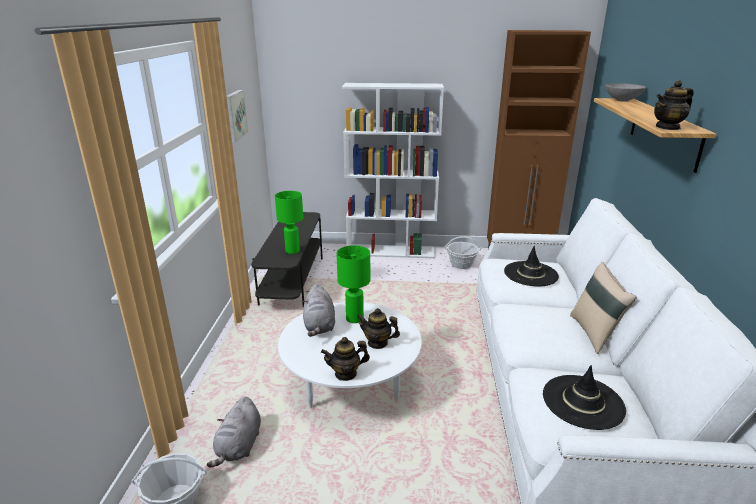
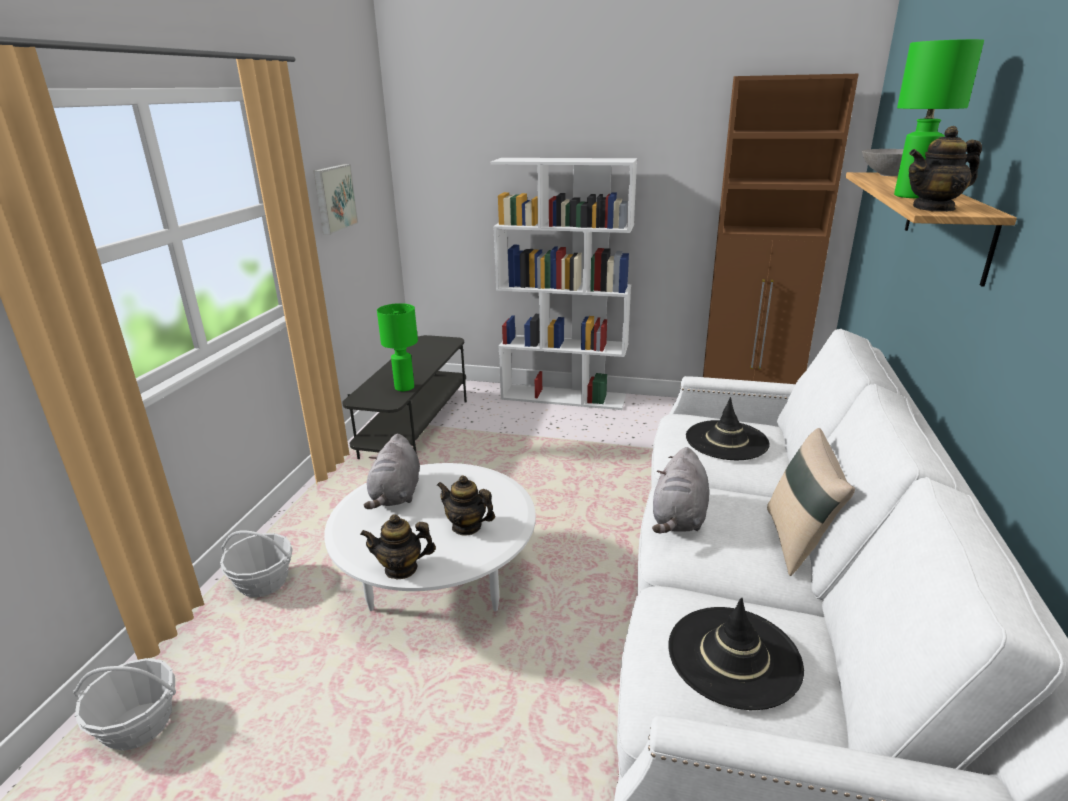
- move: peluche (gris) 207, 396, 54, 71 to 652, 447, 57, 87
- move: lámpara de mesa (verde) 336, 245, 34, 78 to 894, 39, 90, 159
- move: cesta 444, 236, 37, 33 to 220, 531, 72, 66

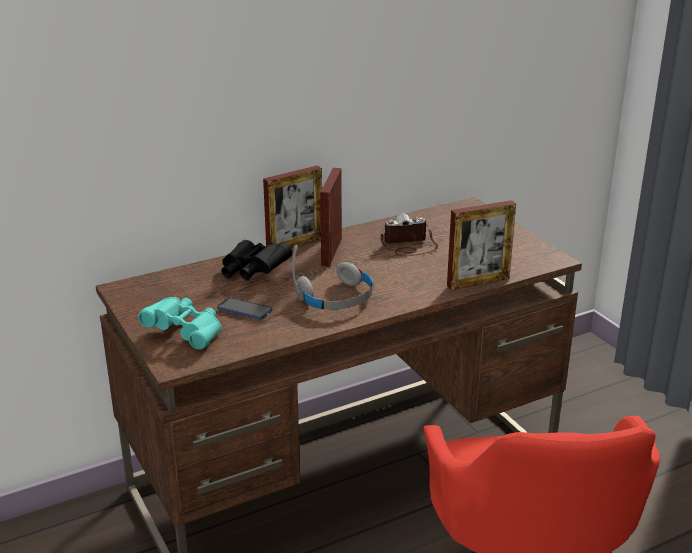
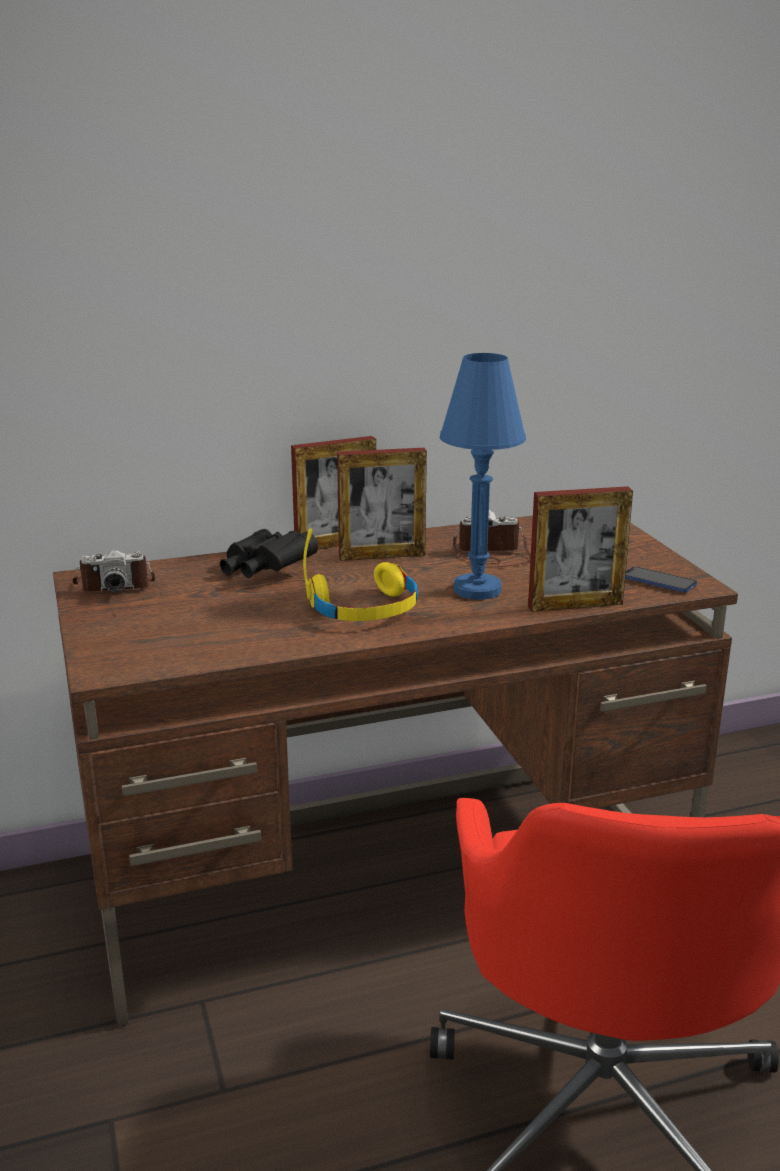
- delete: prismáticos (turquesa) 138, 297, 83, 53
- move: móvil 217, 297, 56, 23 to 625, 567, 72, 25
- recolor: auriculares (gris) 292, 245, 81, 65 to auriculares (amarillo) 303, 529, 115, 92
- rotate: portarretratos 320, 168, 22, 99 = 337, 448, 90, 113 120 degrees counterclockwise
- insert: cámara 72, 550, 83, 42
- insert: lámpara de mesa (azul) 440, 353, 86, 247

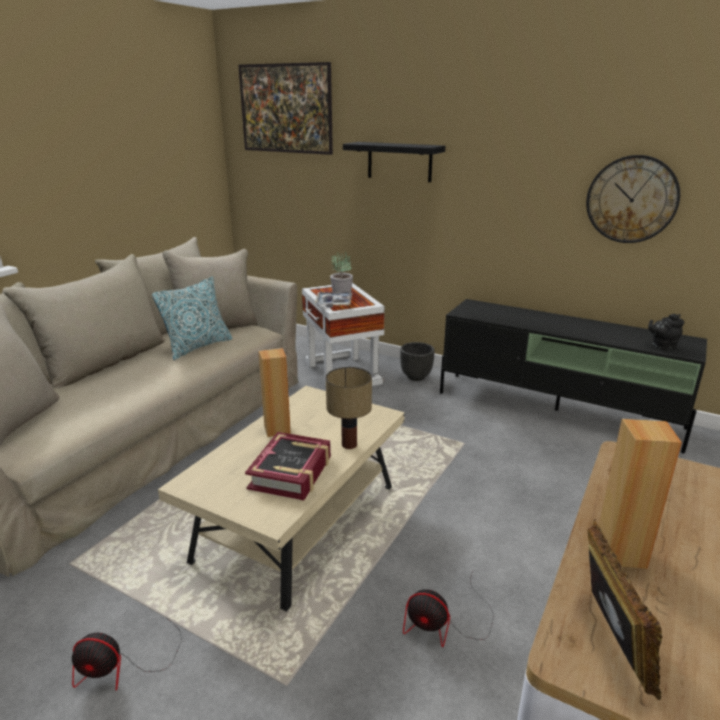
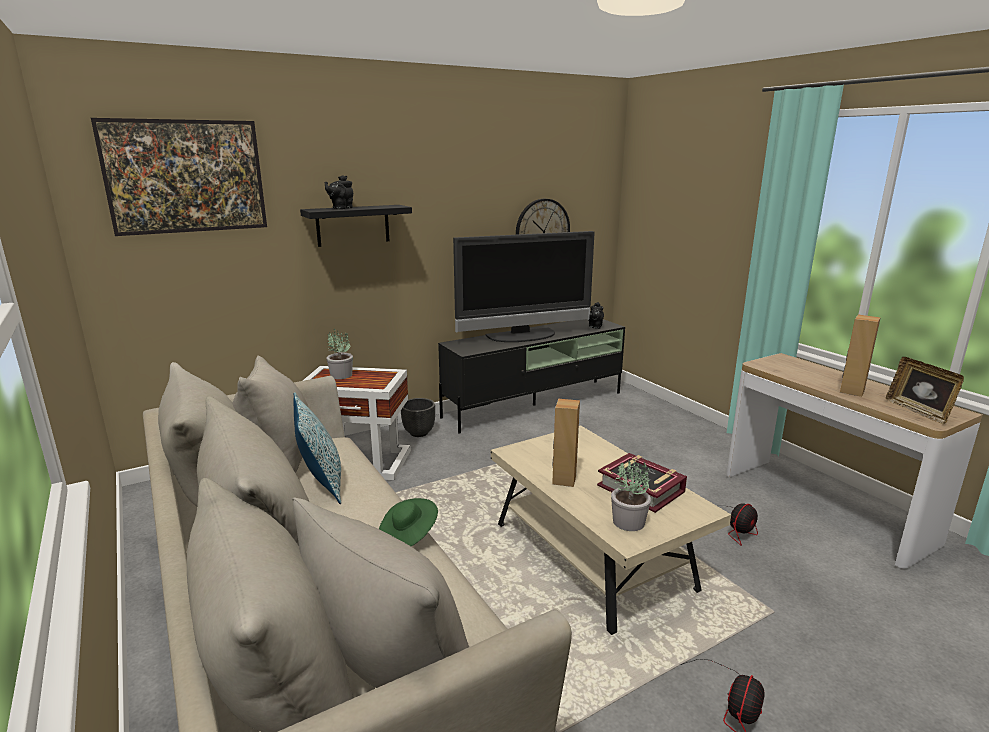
- delete: bandeja 314, 292, 38, 16
- delete: lámpara de mesa 326, 367, 46, 82
- rotate: portarretratos 587, 519, 75, 181 = 886, 357, 78, 67 135 degrees counterclockwise
- insert: tetera (negro) 325, 175, 28, 34
- insert: sombrero (verde) 379, 498, 59, 48
- insert: televisor 453, 231, 142, 111
- insert: planta en maceta 611, 459, 40, 72

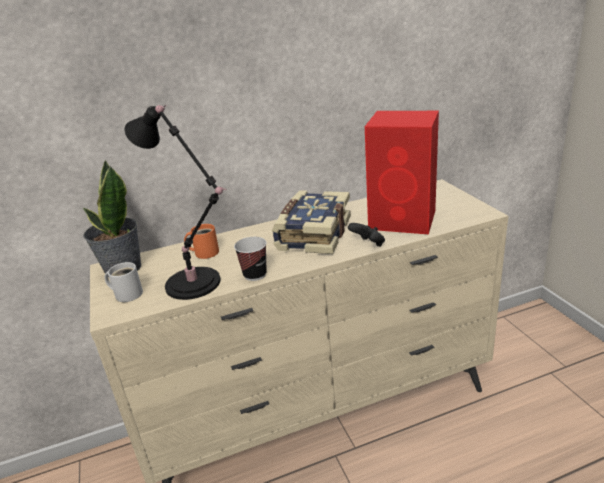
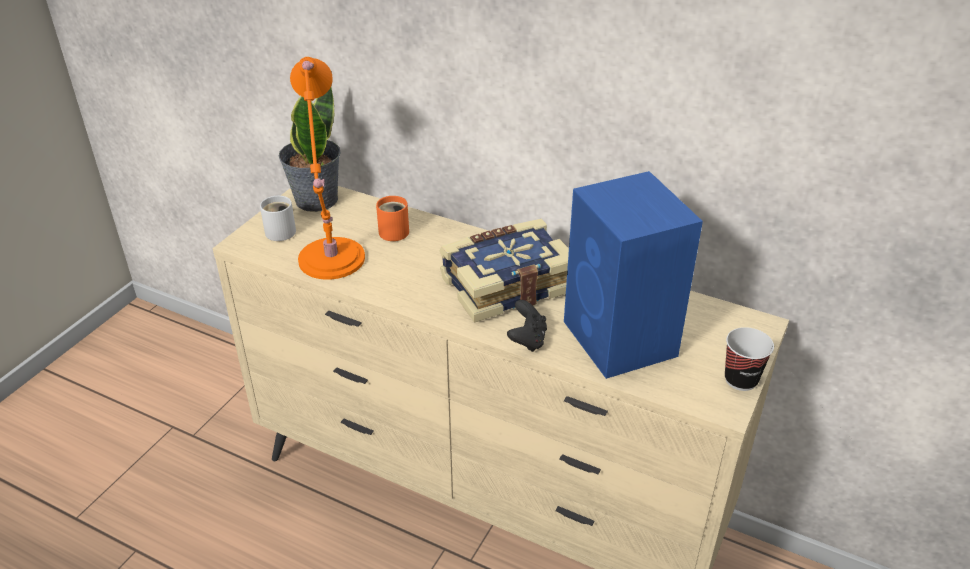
- recolor: lámpara de mesa (negro) 124, 105, 103, 195 to lámpara de mesa (naranja) 290, 57, 75, 223
- move: taza 234, 237, 33, 44 to 725, 327, 49, 64
- recolor: altavoz (rojo) 365, 111, 74, 123 to altavoz (azul) 564, 171, 139, 208

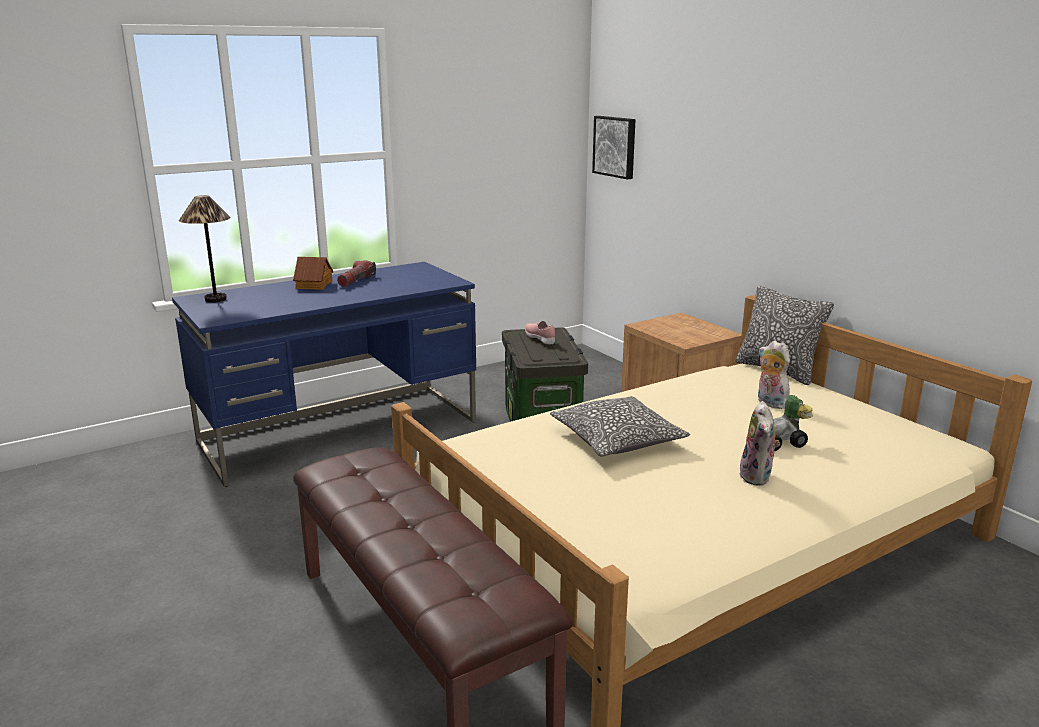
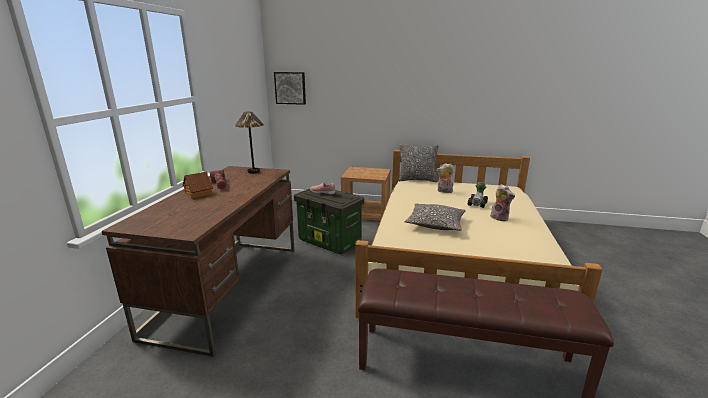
- recolor: escritorio (azul) 172, 262, 304, 225 to escritorio (marrón) 102, 166, 193, 191
- move: lámpara de mesa 179, 195, 52, 108 to 235, 112, 29, 61

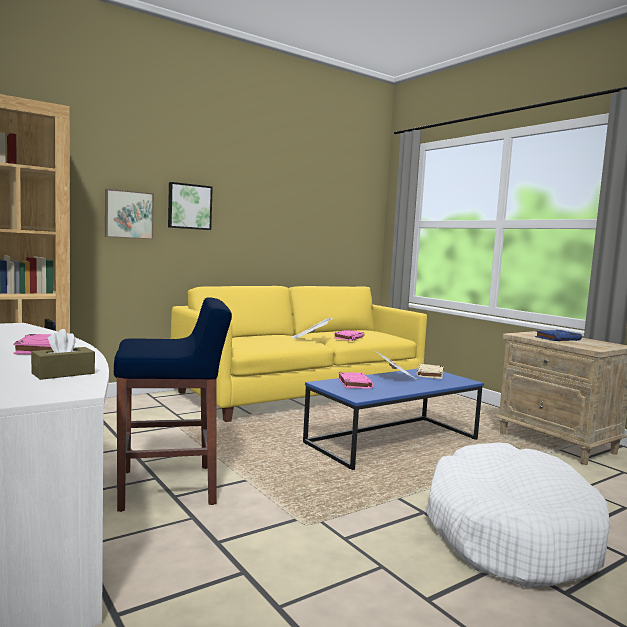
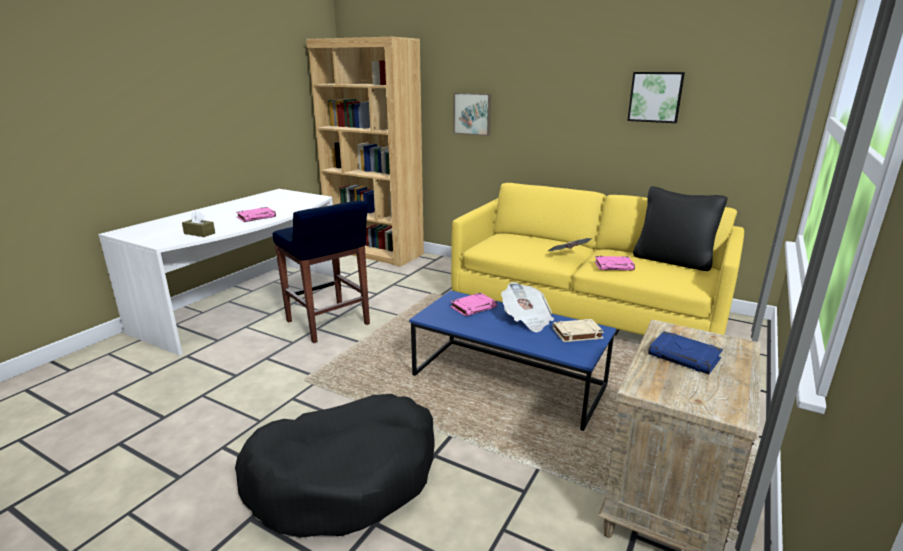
- move: cuadro 168, 182, 45, 48 to 627, 72, 58, 51
- recolor: cama para perro (blanco) 426, 442, 184, 145 to cama para perro (negro) 235, 394, 200, 144
- insert: cojín (negro) 633, 186, 94, 85

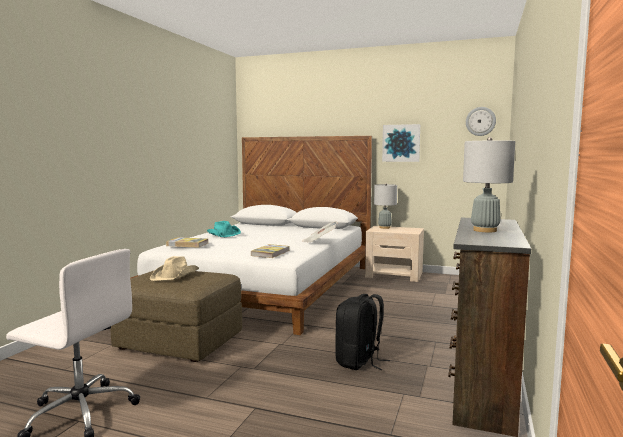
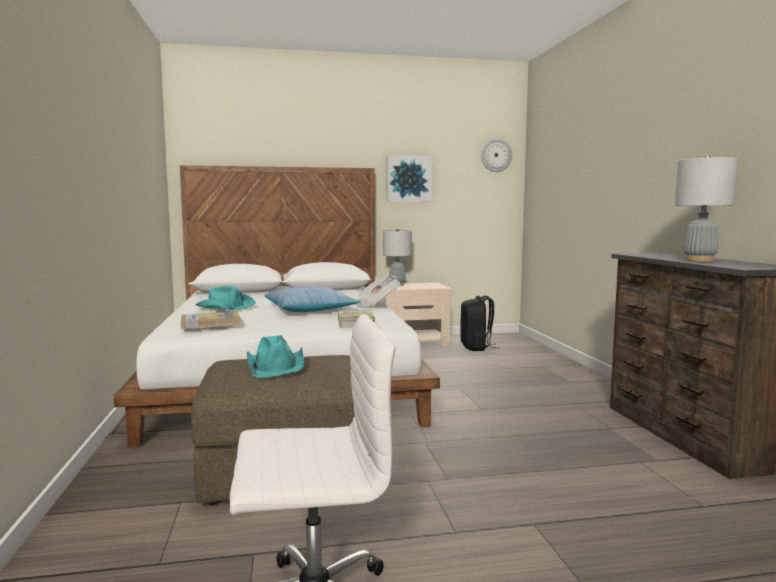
- recolor: sombrero (beis) 150, 256, 49, 25 to sombrero (turquesa) 247, 335, 57, 43
- move: mochila (negro) 335, 294, 55, 76 to 460, 296, 39, 55
- insert: cojín 264, 286, 97, 26

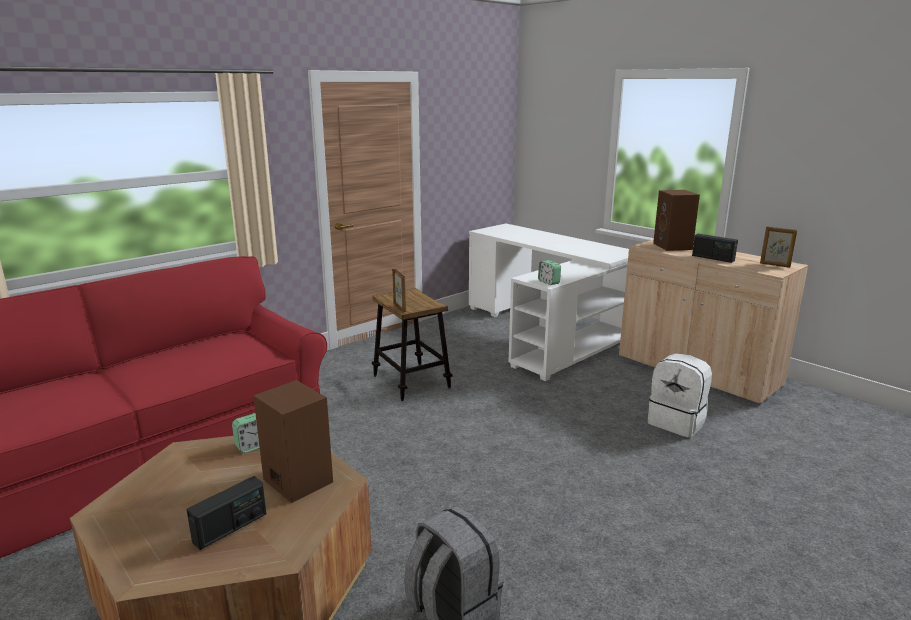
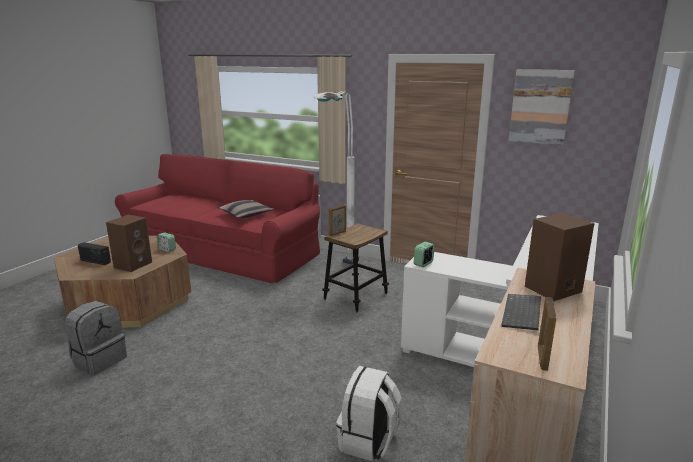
- replace: radio 692, 234, 46, 29 to teclado 501, 294, 40, 36
- insert: cojín 218, 200, 56, 18
- insert: lámpara de pie (blanco) 313, 91, 46, 174
- insert: cuadro 509, 69, 66, 76

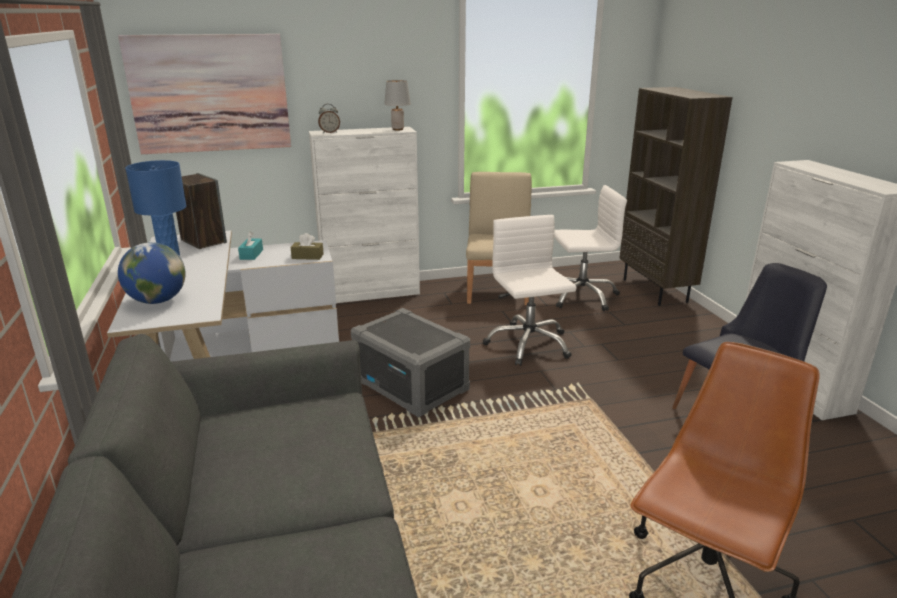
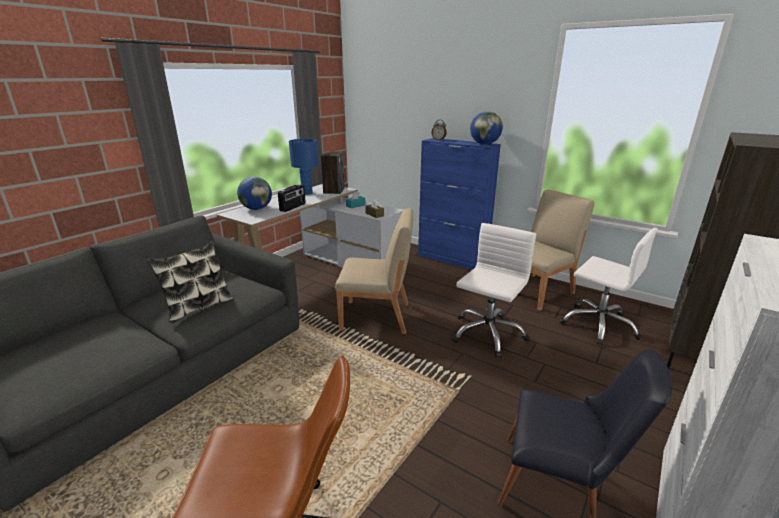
- delete: cuadro 118, 34, 173, 120
- recolor: armario (blanco) 309, 127, 111, 176 to armario (azul) 418, 138, 83, 132
- replace: caja de almacenaje (gris) 351, 308, 119, 109 to silla (beis) 335, 208, 78, 126
- replace: lámpara de mesa (gris) 384, 80, 27, 50 to globo terráqueo 470, 111, 33, 34
- insert: cojín 147, 241, 86, 83
- insert: radio 278, 184, 28, 28

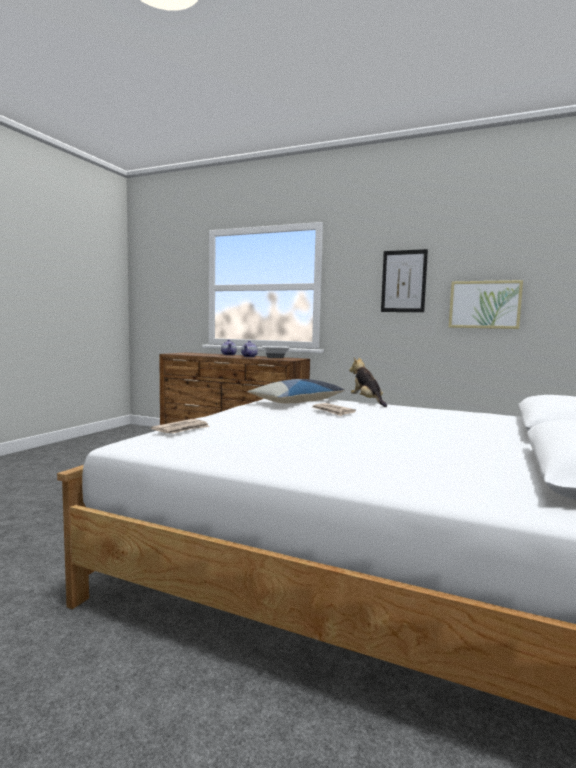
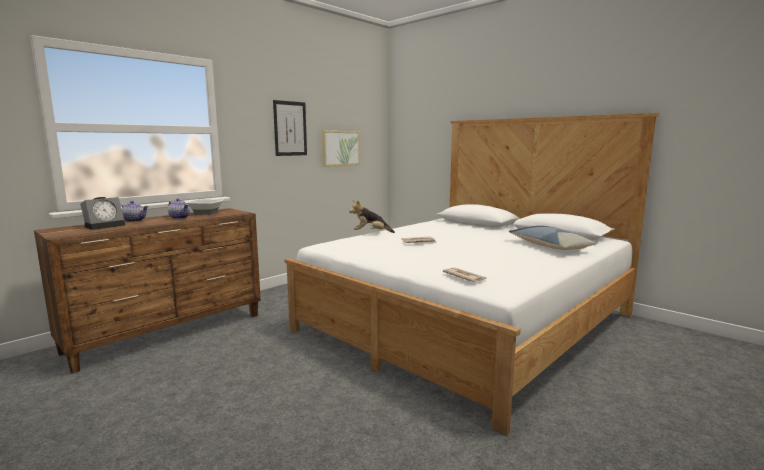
- move: cojín 247, 379, 98, 24 to 509, 226, 88, 24
- insert: despertador 80, 197, 45, 33

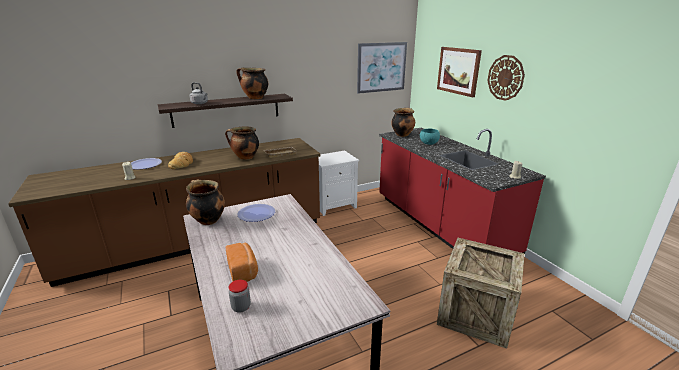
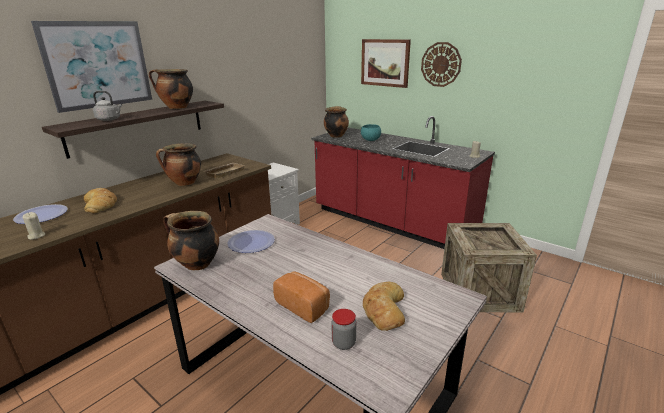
- move: cuadro 357, 42, 50, 52 to 31, 21, 121, 92
- insert: pan 363, 282, 42, 49

